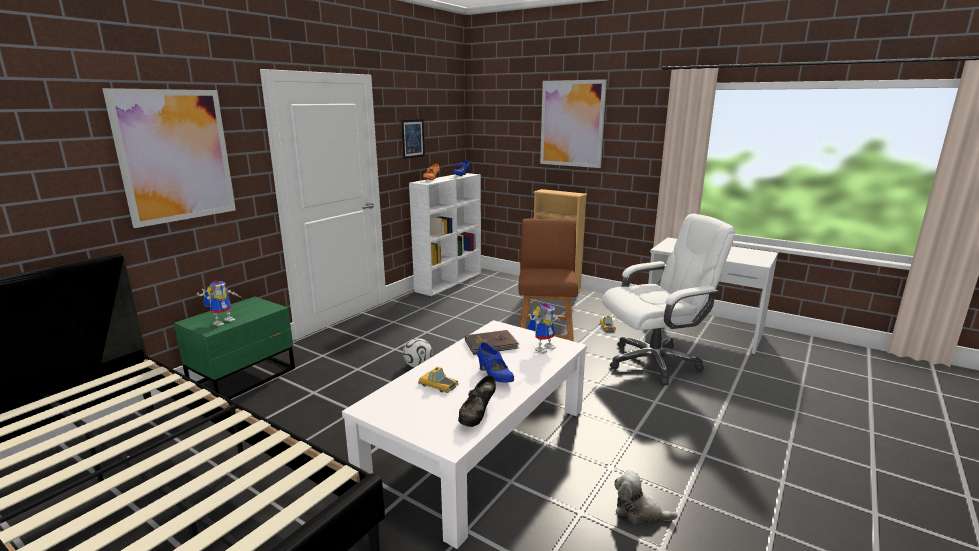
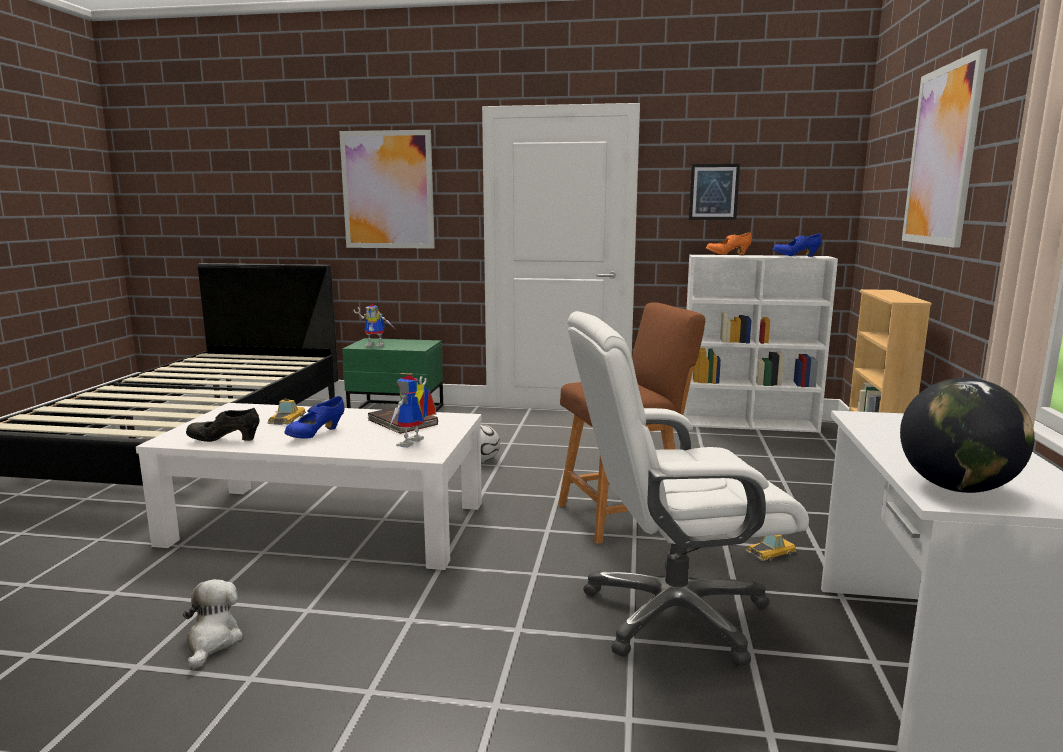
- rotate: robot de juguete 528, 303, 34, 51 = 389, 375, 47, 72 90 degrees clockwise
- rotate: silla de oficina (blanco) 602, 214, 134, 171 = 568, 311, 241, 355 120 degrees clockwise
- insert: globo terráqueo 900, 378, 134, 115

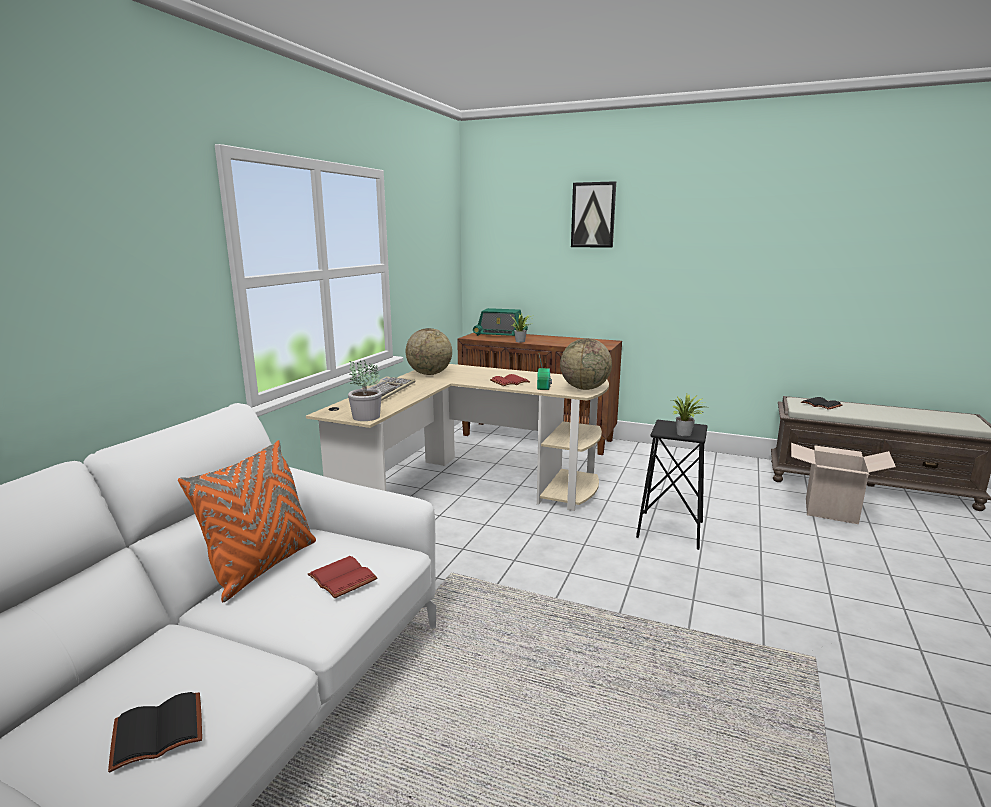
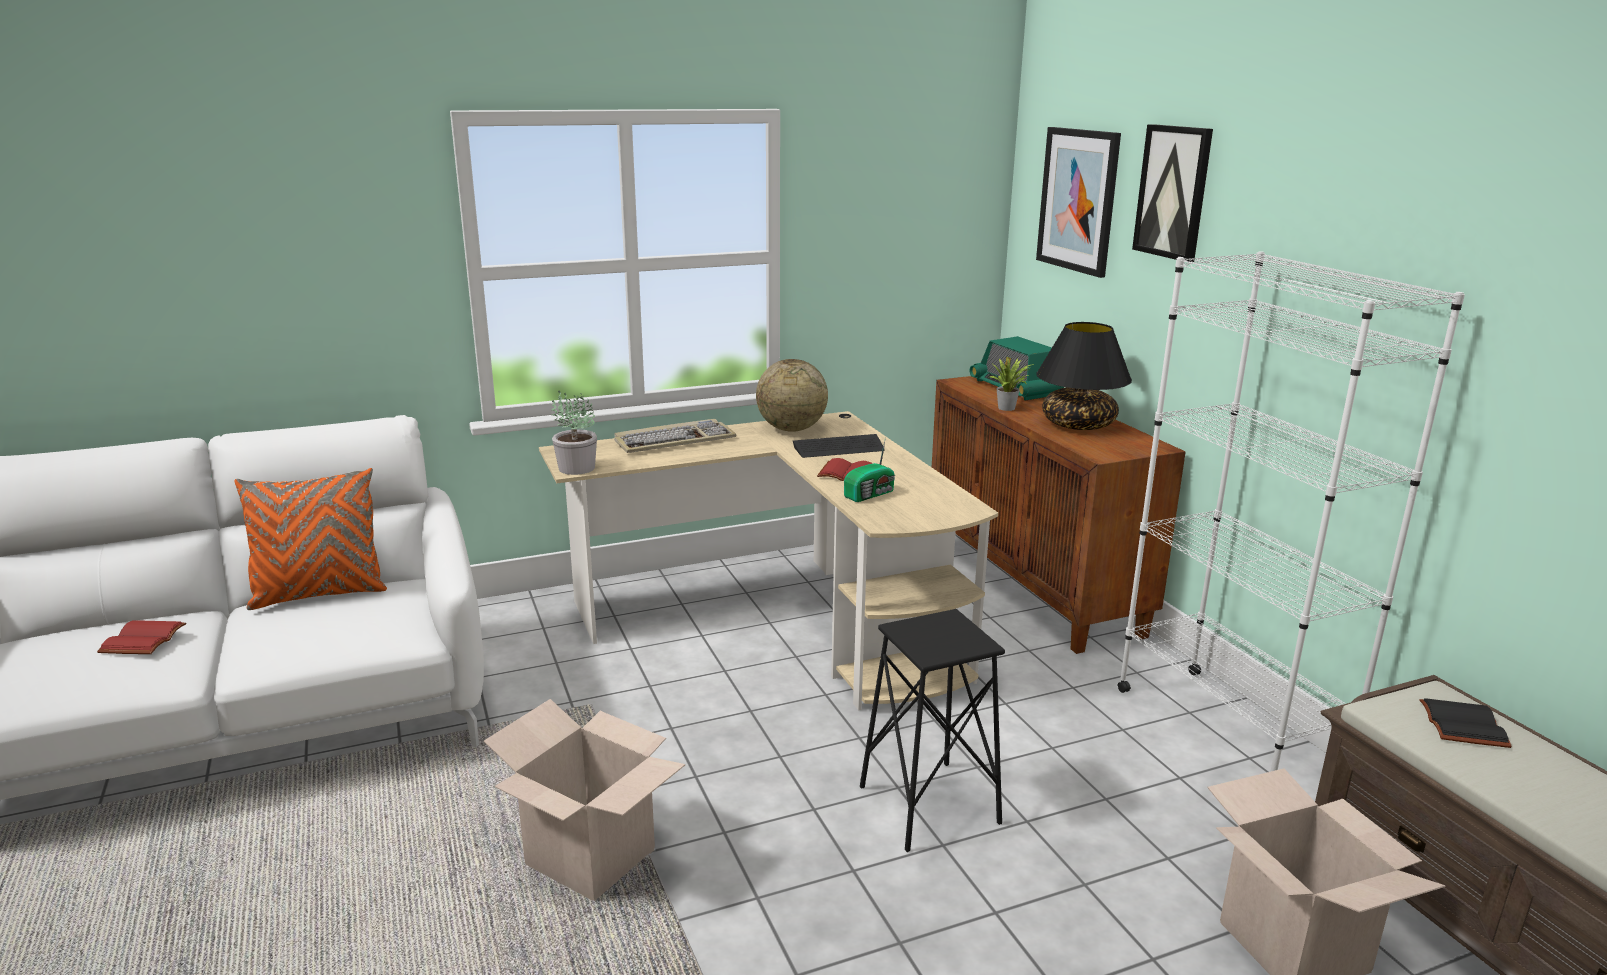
- delete: libro (negro) 108, 692, 94, 81
- move: libro (rojo) 308, 556, 69, 42 to 97, 620, 89, 34
- delete: globo terráqueo 560, 338, 52, 52
- delete: planta en maceta 672, 394, 32, 42
- insert: caja de cartón 484, 699, 201, 202
- insert: teclado 793, 434, 92, 24
- insert: cuadro 1036, 127, 85, 151
- insert: lámpara de mesa (negro) 1036, 322, 96, 108
- insert: estantería (blanco) 1117, 251, 348, 521

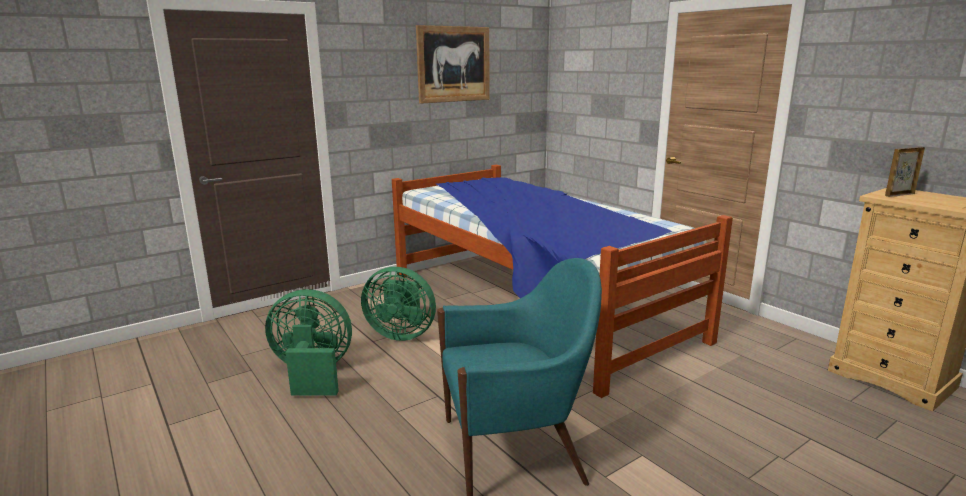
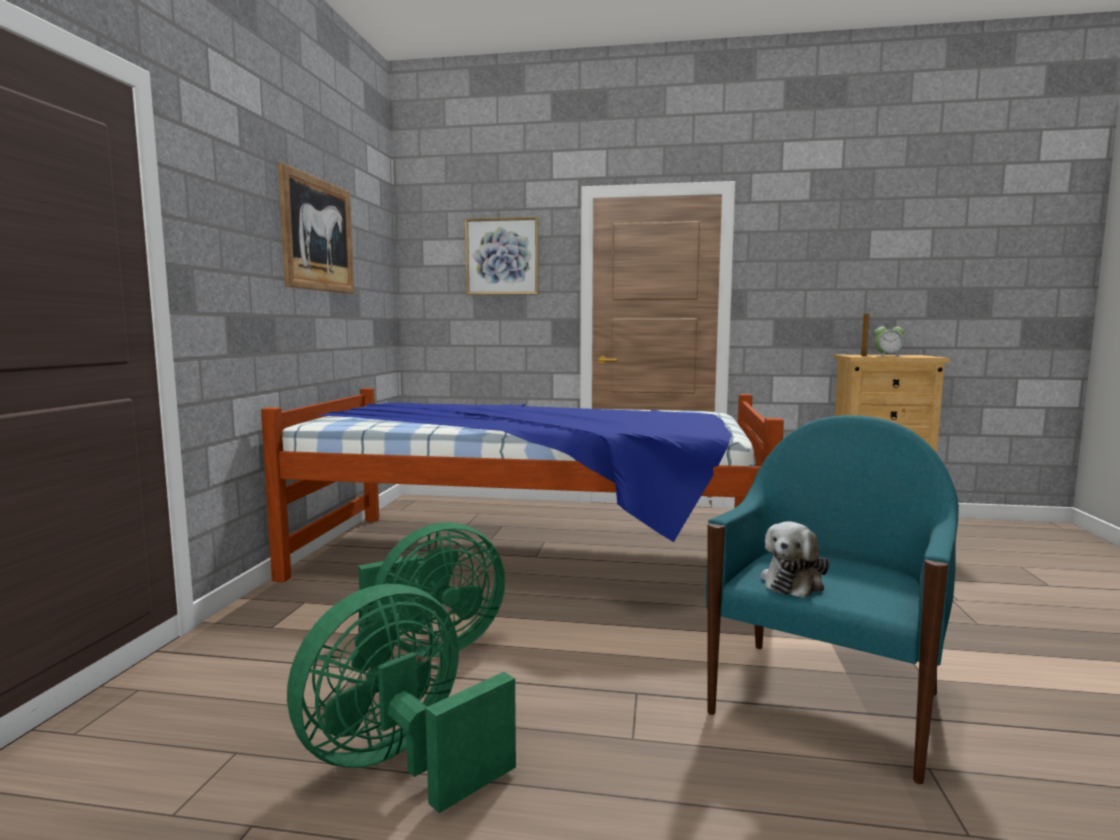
- insert: cuadro 465, 216, 74, 79
- insert: peluche 761, 522, 69, 76
- insert: despertador 874, 322, 30, 35

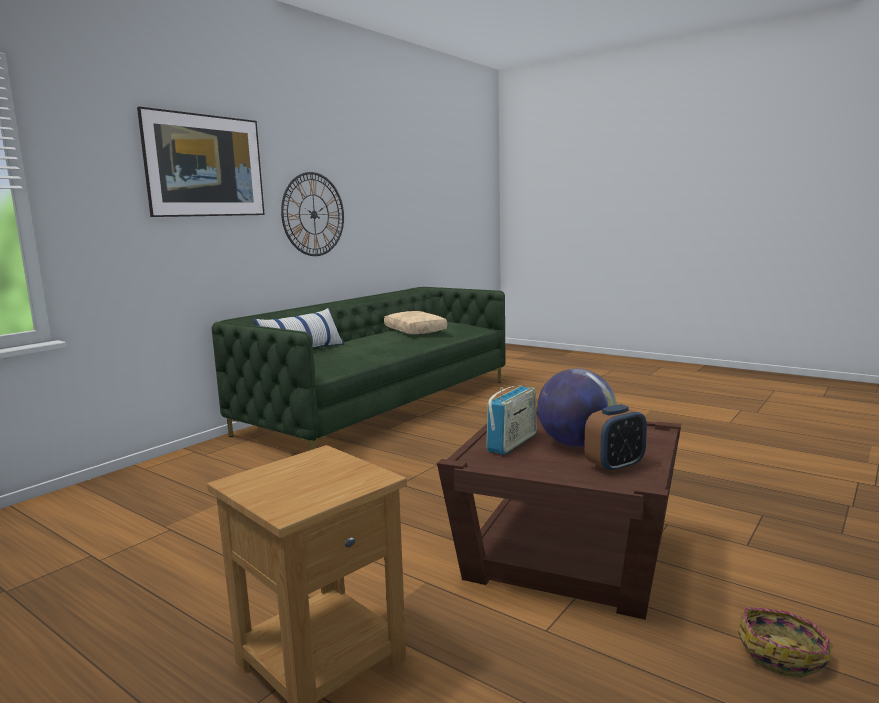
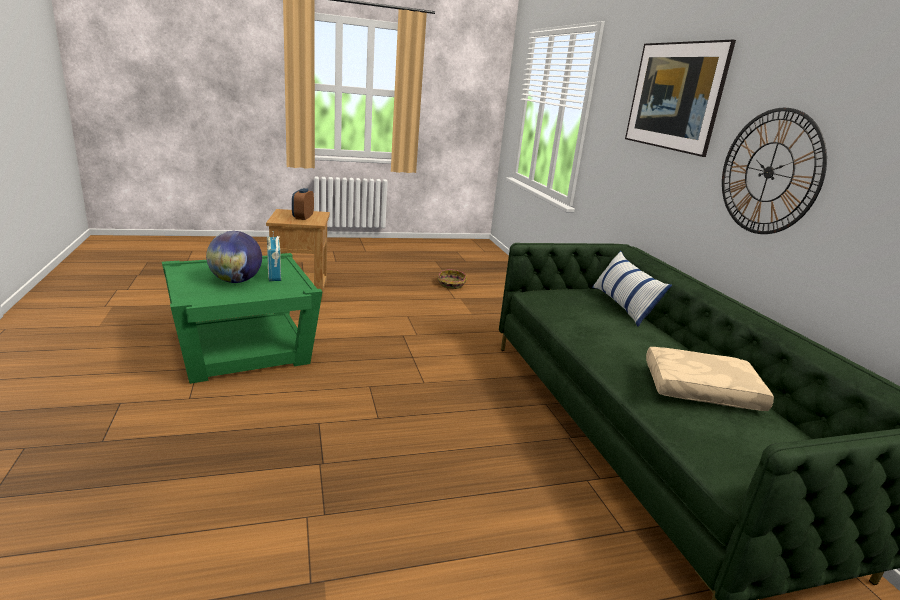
- recolor: mesa auxiliar (marrón) 437, 411, 244, 209 to mesa auxiliar (verde) 162, 253, 161, 131
- move: despertador 584, 404, 63, 69 to 292, 188, 22, 32
- move: cesta 738, 607, 95, 71 to 437, 269, 30, 20

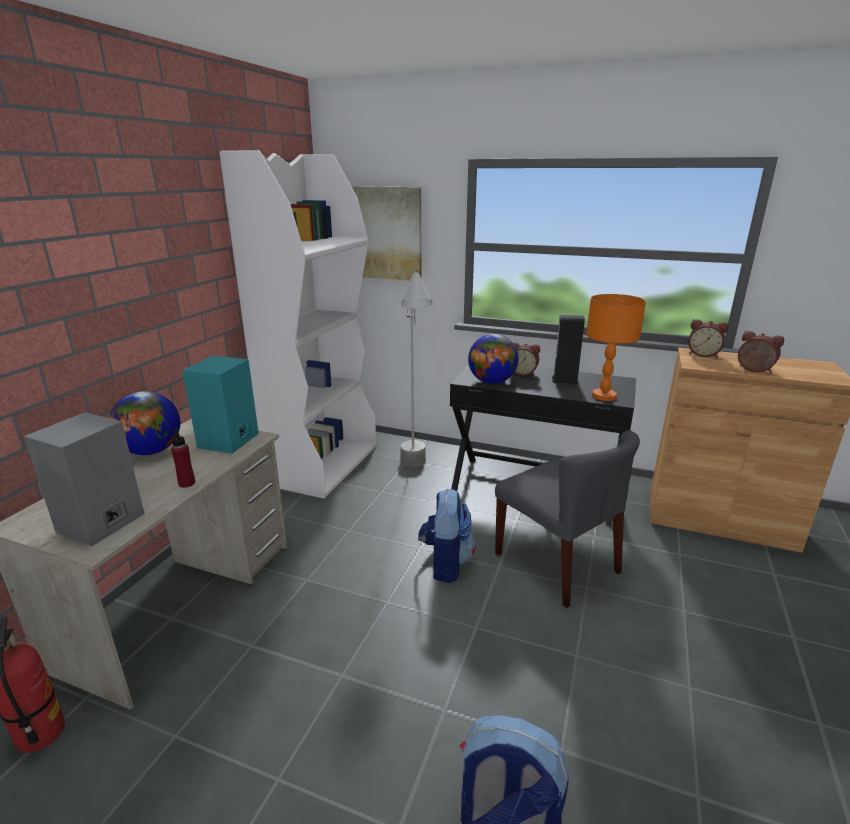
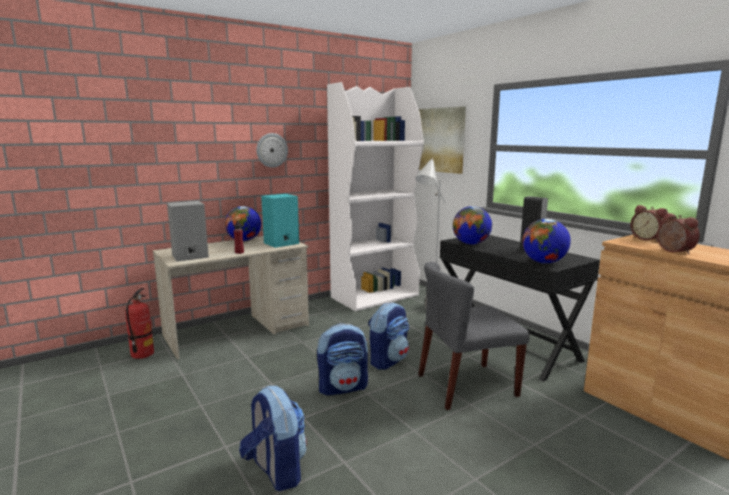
- rotate: silla (gris) 495, 431, 145, 177 = 418, 262, 112, 148 75 degrees clockwise
- delete: despertador 513, 342, 27, 34
- replace: lámpara de mesa (naranja) 586, 294, 60, 107 to globo terráqueo 522, 219, 49, 45
- insert: reloj de pared 256, 133, 32, 35
- insert: mochila 317, 323, 51, 73

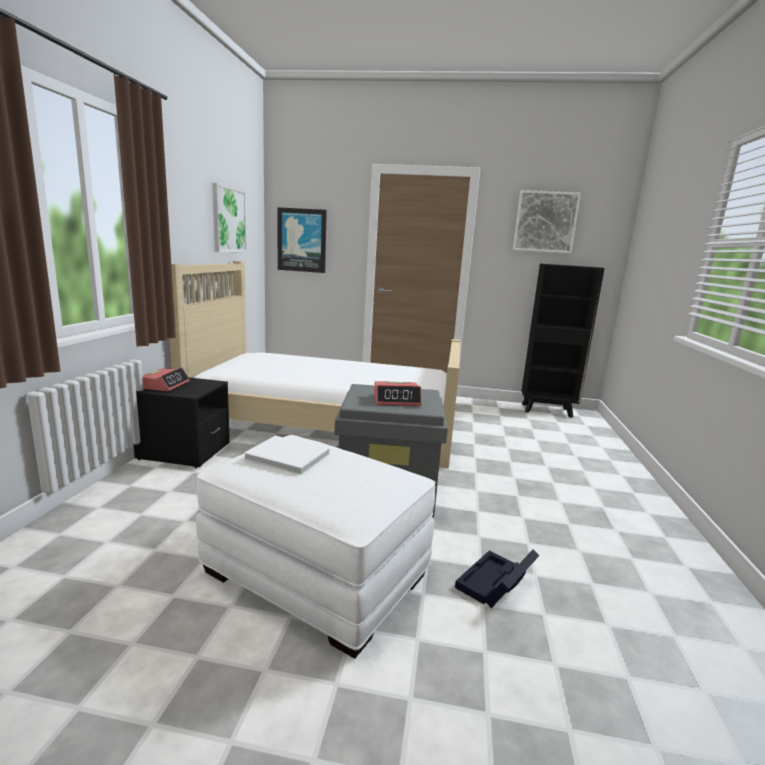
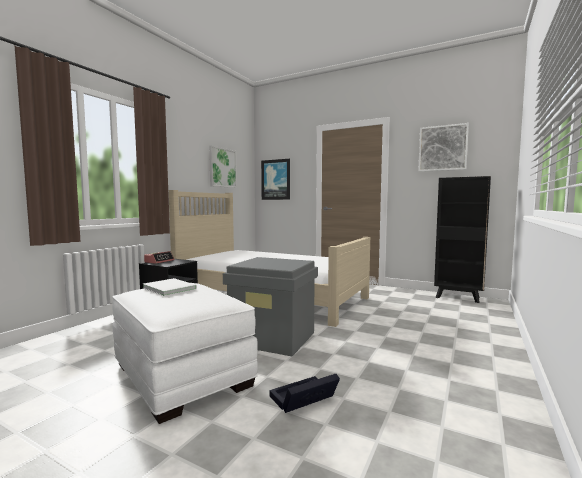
- delete: despertador 374, 381, 48, 25

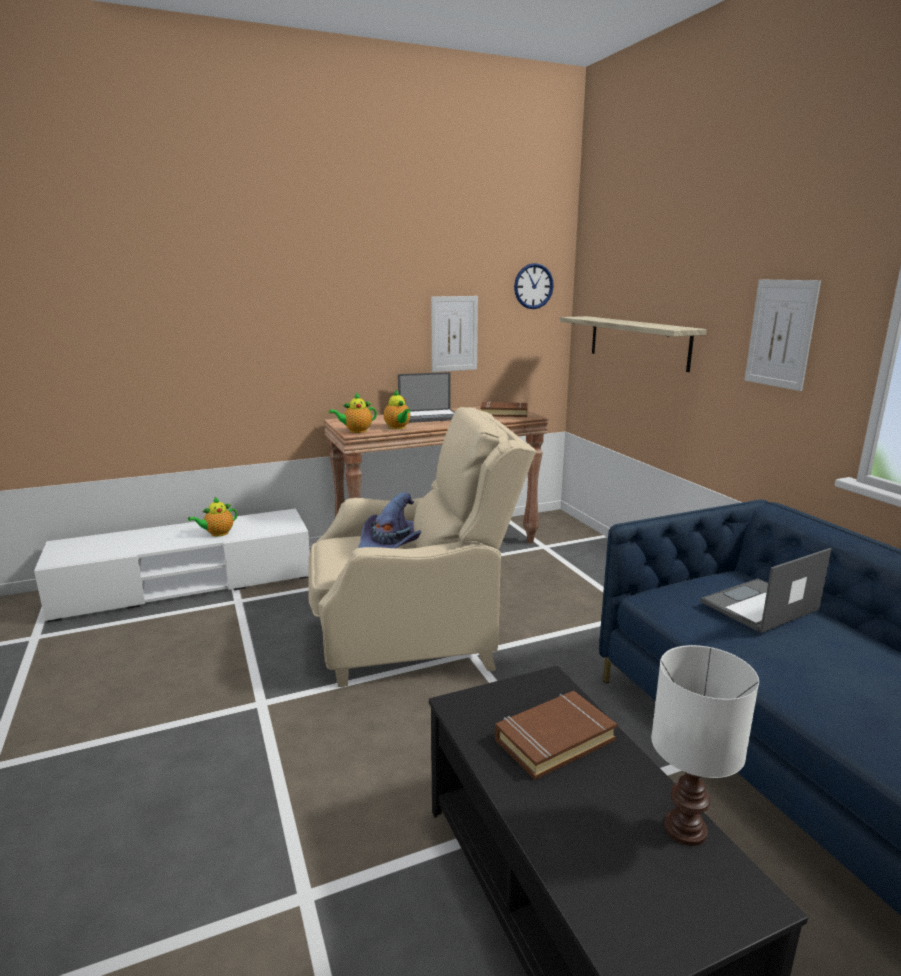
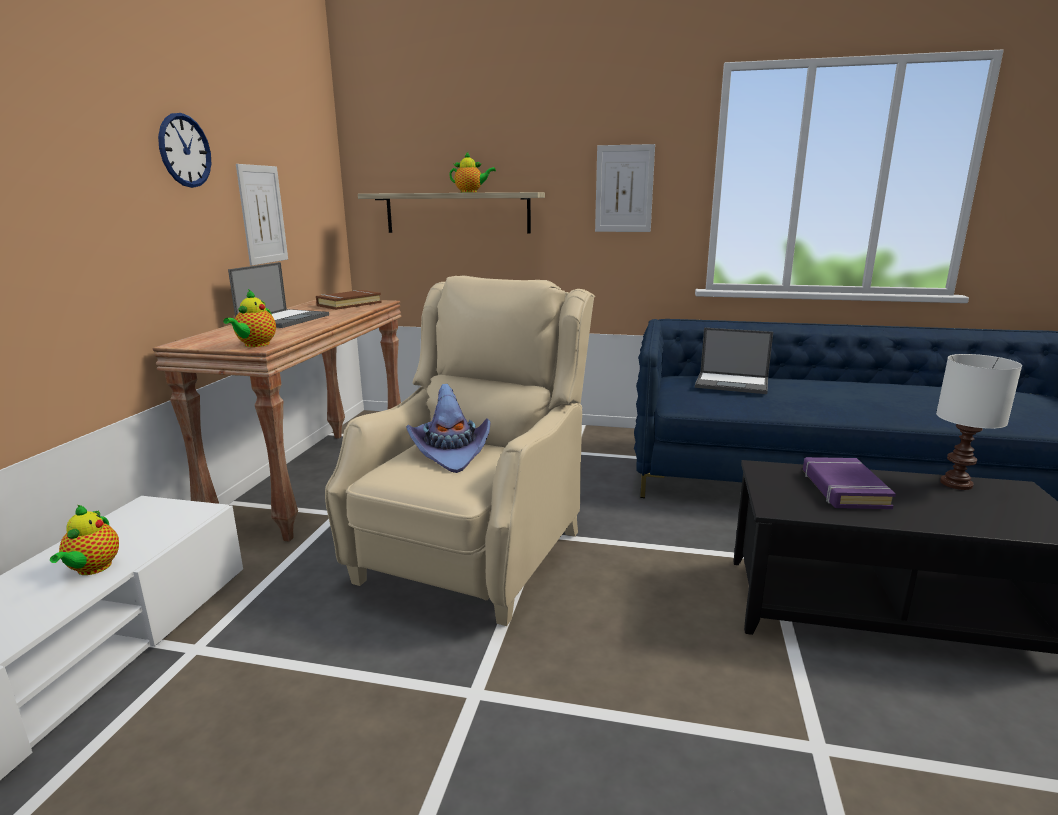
- move: tetera 384, 389, 27, 40 to 449, 152, 47, 40
- recolor: libro (marrón) 495, 691, 122, 89 to libro (morado) 803, 457, 93, 52
- move: reloj de pared 514, 263, 40, 46 to 158, 113, 53, 75
- rotate: portátil 700, 548, 131, 85 = 695, 328, 78, 66 75 degrees counterclockwise

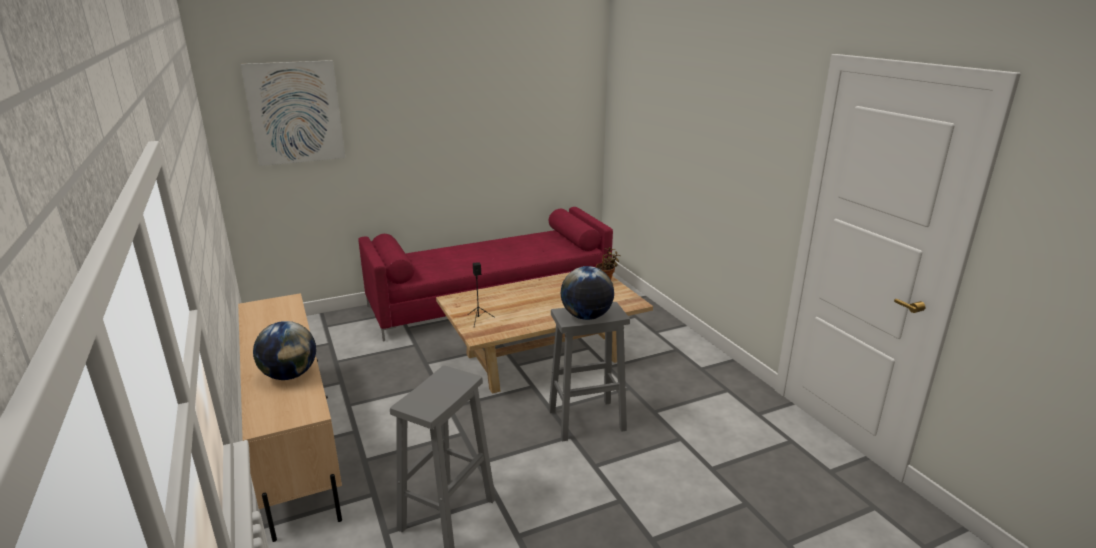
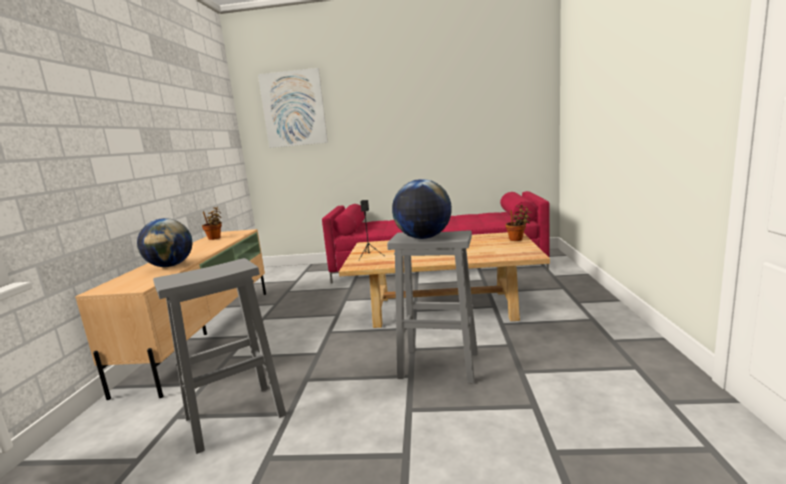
- insert: planta en maceta 202, 207, 20, 33

